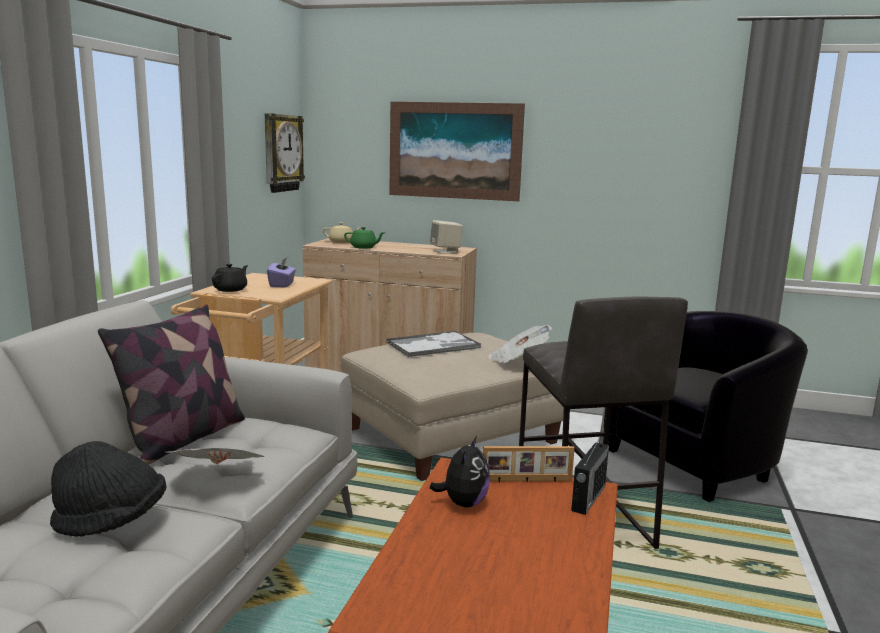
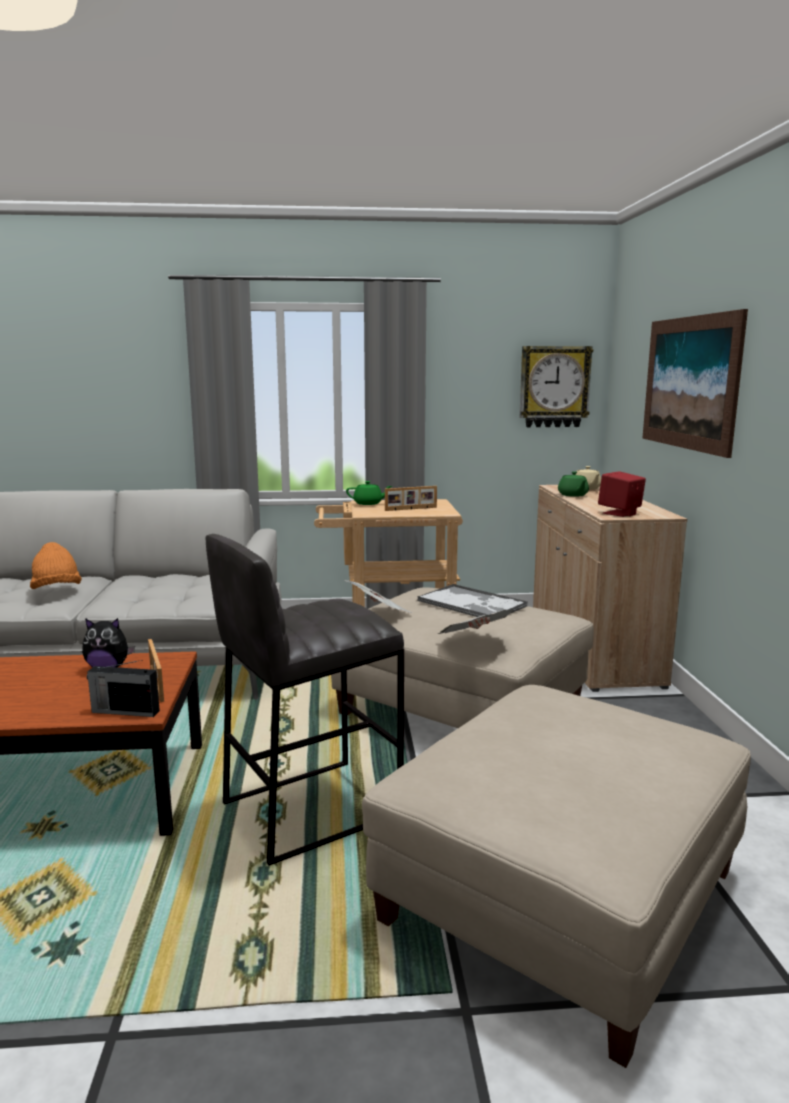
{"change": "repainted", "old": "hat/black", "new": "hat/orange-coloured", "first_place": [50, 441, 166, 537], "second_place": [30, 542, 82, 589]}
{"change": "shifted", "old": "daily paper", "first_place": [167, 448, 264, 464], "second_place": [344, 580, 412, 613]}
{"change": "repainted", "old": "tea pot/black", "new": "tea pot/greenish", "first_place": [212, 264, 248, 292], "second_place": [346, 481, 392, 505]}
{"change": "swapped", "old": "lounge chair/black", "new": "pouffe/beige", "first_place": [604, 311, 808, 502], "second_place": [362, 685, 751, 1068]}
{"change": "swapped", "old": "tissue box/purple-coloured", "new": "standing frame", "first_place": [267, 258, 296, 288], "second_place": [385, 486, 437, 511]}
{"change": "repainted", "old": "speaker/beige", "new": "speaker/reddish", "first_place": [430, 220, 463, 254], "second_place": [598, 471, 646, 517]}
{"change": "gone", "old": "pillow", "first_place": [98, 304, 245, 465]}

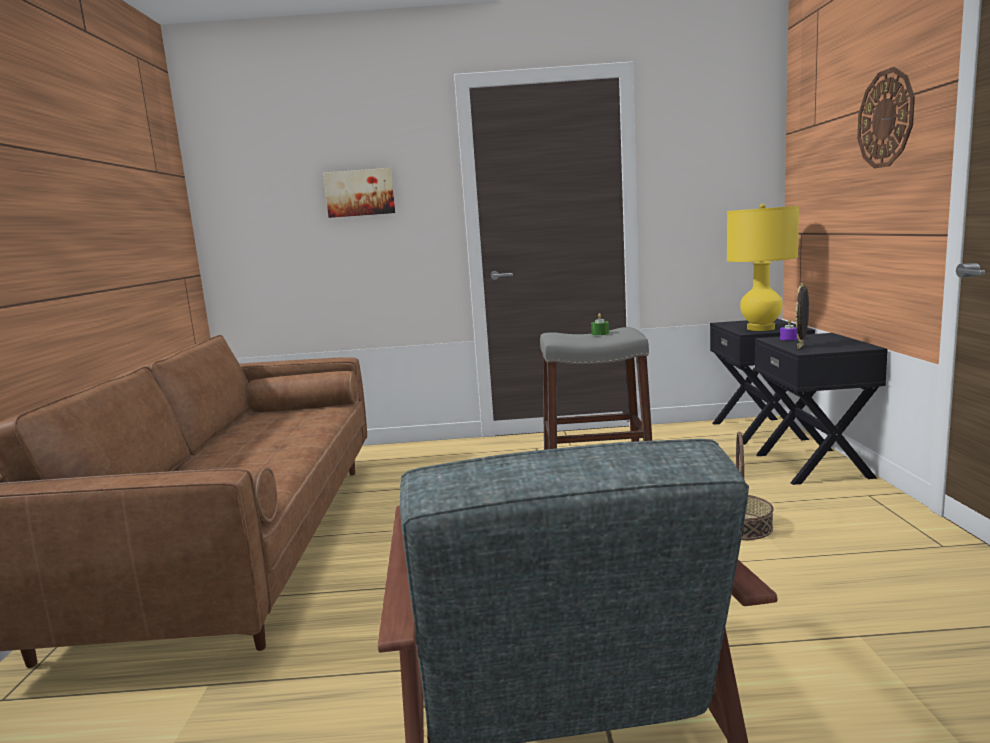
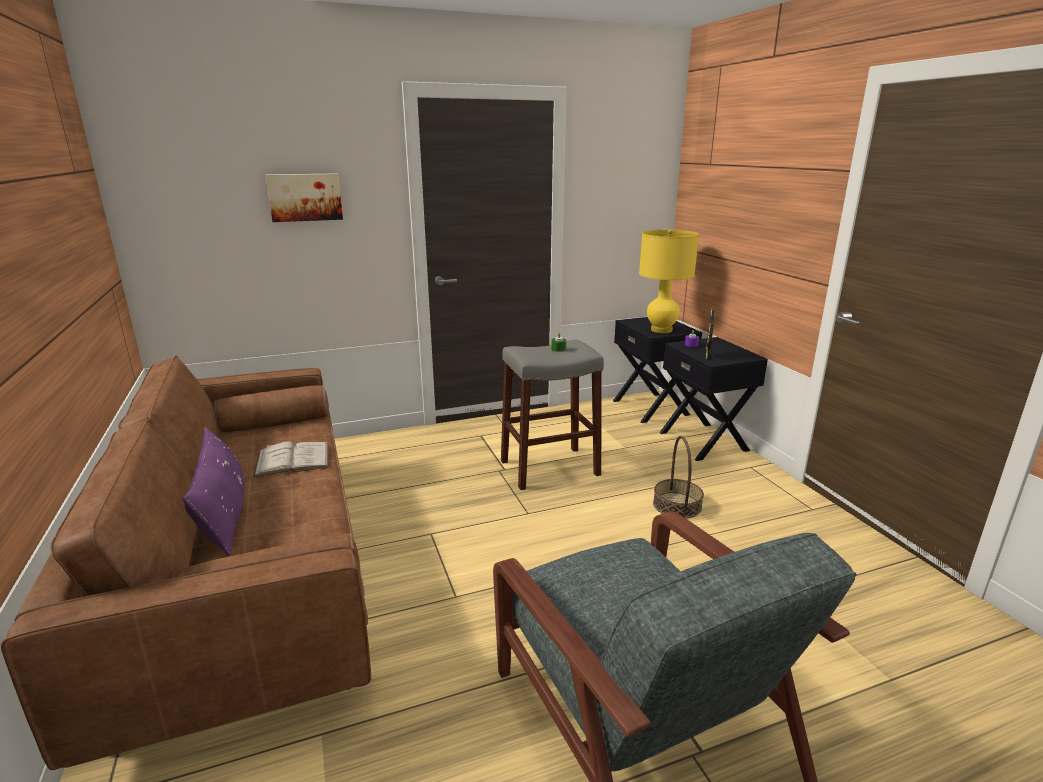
{"change": "new", "new": "pillow/purple-coloured", "second_place": [182, 427, 245, 556]}
{"change": "new", "new": "volume/white", "second_place": [253, 442, 329, 477]}
{"change": "gone", "old": "clock on the wall", "first_place": [857, 67, 915, 168]}

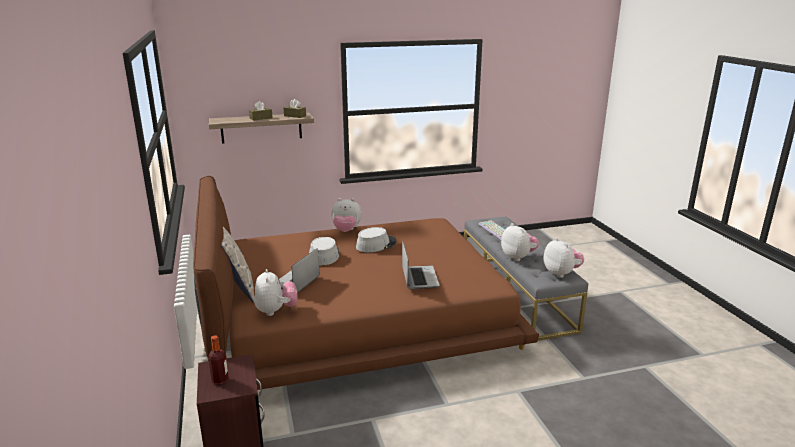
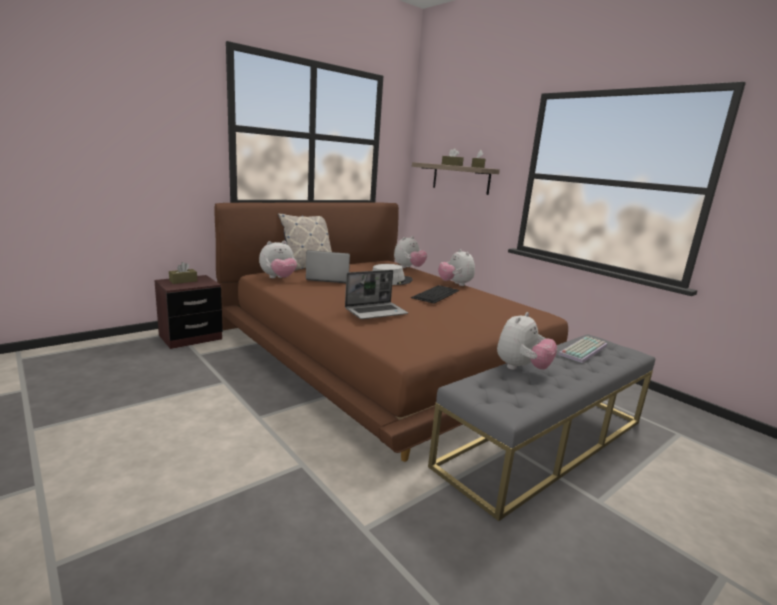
{"change": "swapped", "old": "bottle", "new": "tissue box/brown-coloured", "first_place": [208, 335, 229, 384], "second_place": [169, 262, 197, 284]}
{"change": "shifted", "old": "cuddly toy", "first_place": [543, 237, 584, 278], "second_place": [394, 236, 427, 268]}
{"change": "swapped", "old": "hat/gray", "new": "computer keyboard", "first_place": [356, 227, 396, 252], "second_place": [411, 285, 460, 304]}

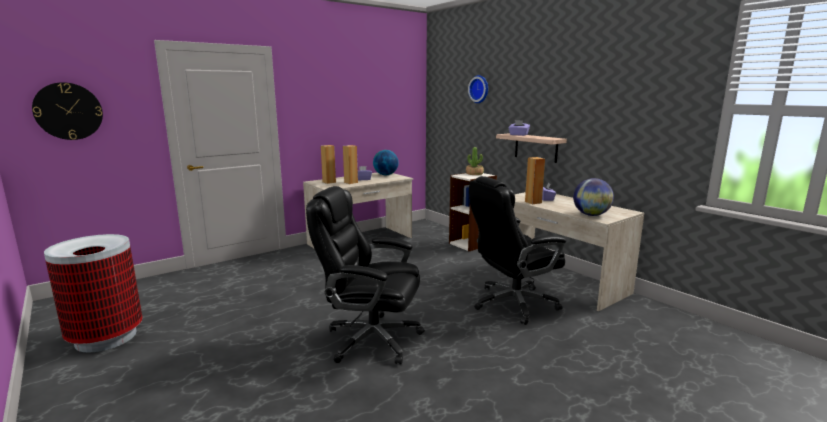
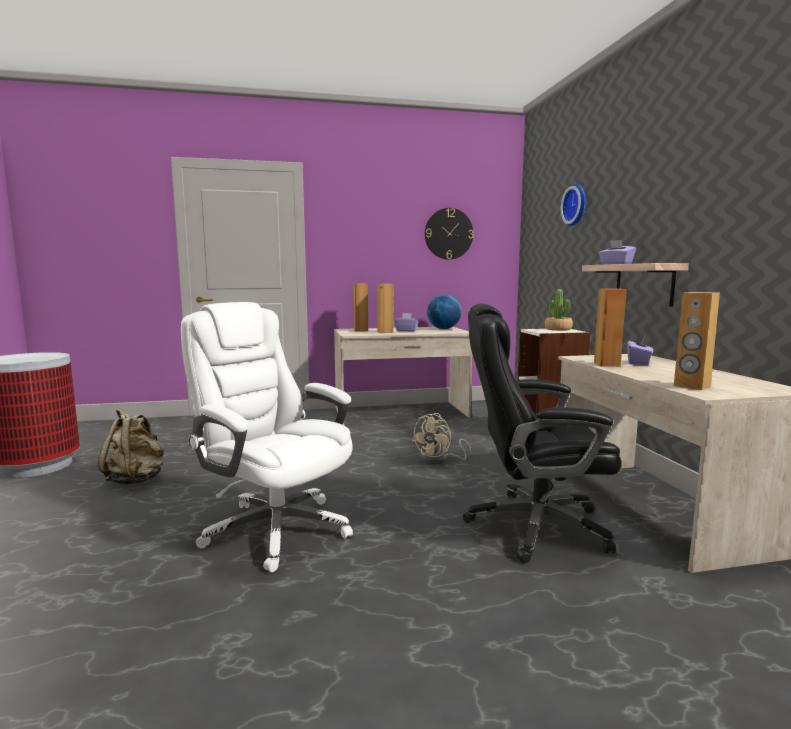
{"change": "new", "new": "knapsack/beige", "second_place": [98, 409, 164, 485]}
{"change": "repainted", "old": "desk chair/black", "new": "desk chair/white", "first_place": [306, 186, 425, 365], "second_place": [181, 302, 353, 573]}
{"change": "new", "new": "fan/beige", "second_place": [412, 413, 472, 464]}
{"change": "shifted", "old": "clock on the wall", "first_place": [32, 82, 103, 140], "second_place": [425, 208, 473, 260]}
{"change": "swapped", "old": "globe", "new": "speaker/brown-coloured", "first_place": [573, 178, 614, 216], "second_place": [674, 292, 720, 390]}

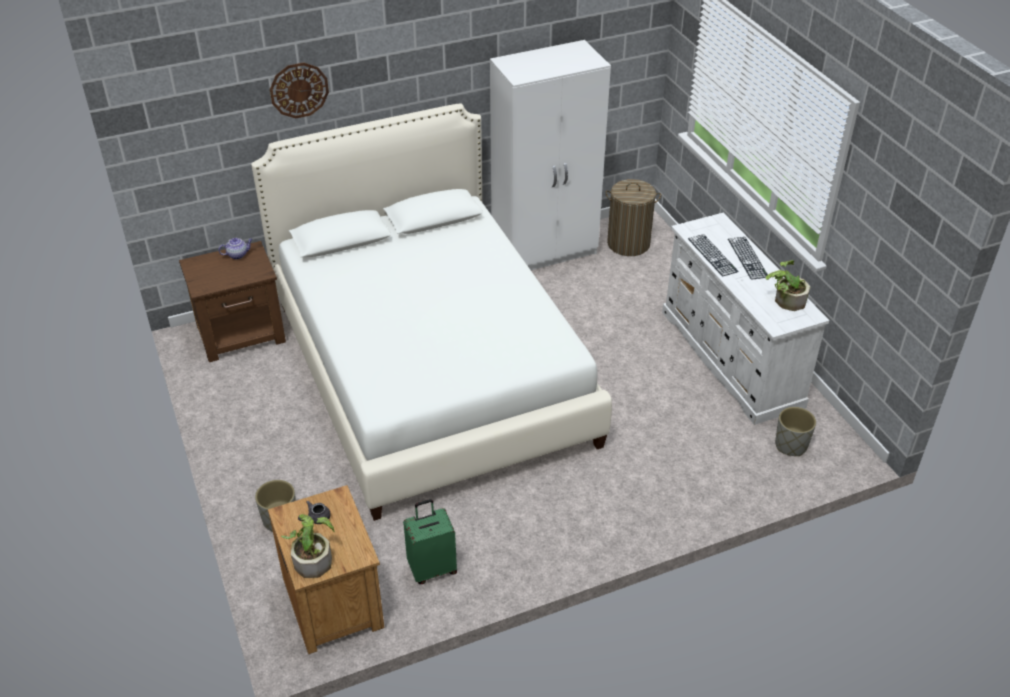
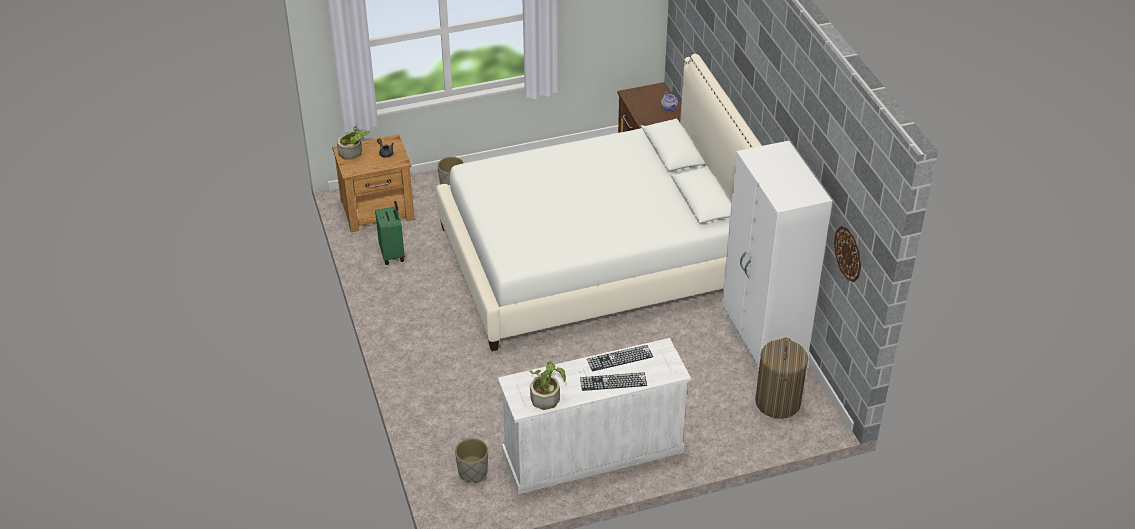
{"change": "shifted", "old": "clock on the wall", "first_place": [270, 62, 329, 118], "second_place": [834, 226, 861, 282]}

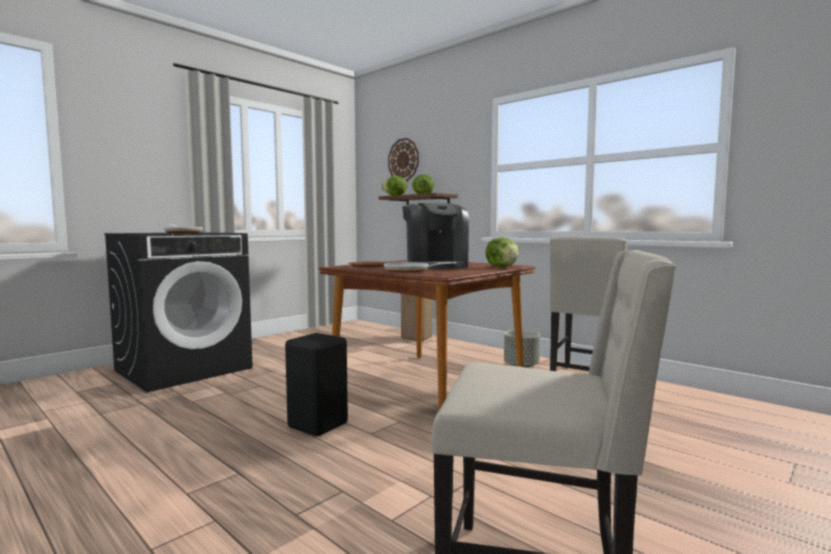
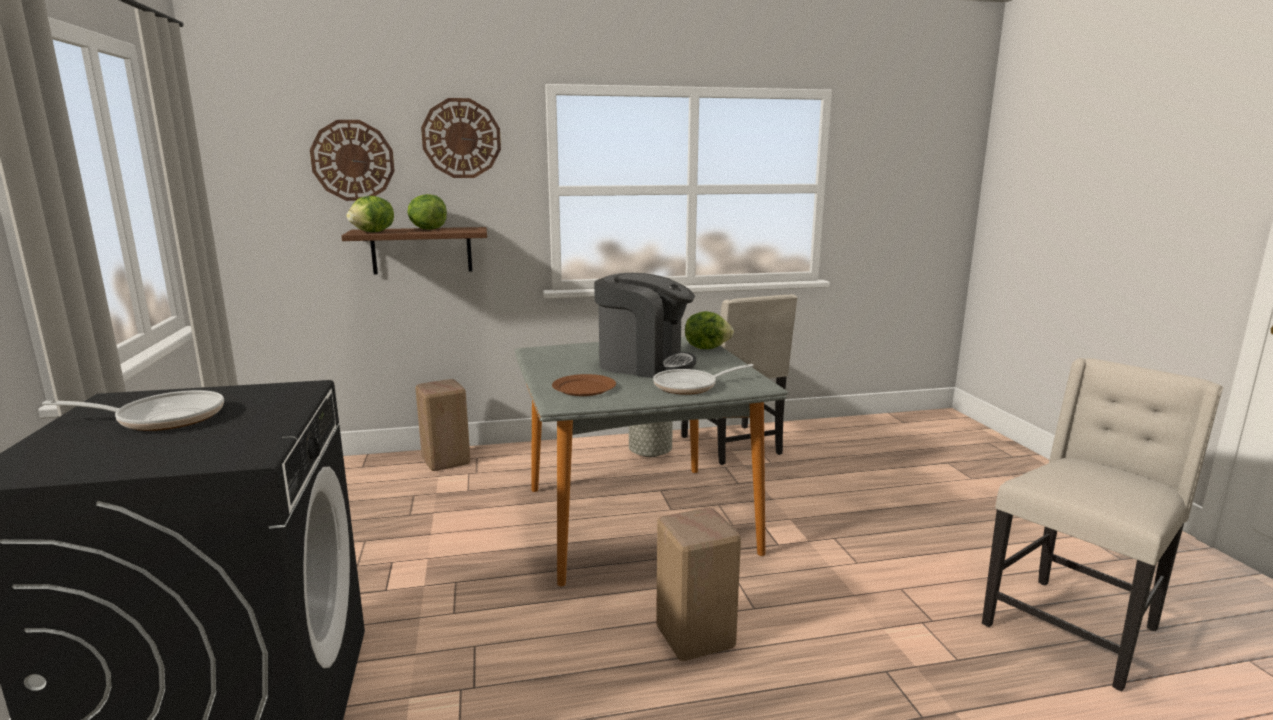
{"change": "new", "new": "clock on the wall", "second_place": [421, 98, 501, 178]}
{"change": "repainted", "old": "kitchen table/brown-coloured", "new": "kitchen table/gray", "first_place": [319, 260, 535, 410], "second_place": [515, 337, 788, 586]}
{"change": "repainted", "old": "stool seat/black", "new": "stool seat/beige", "first_place": [285, 333, 348, 436], "second_place": [656, 508, 741, 661]}

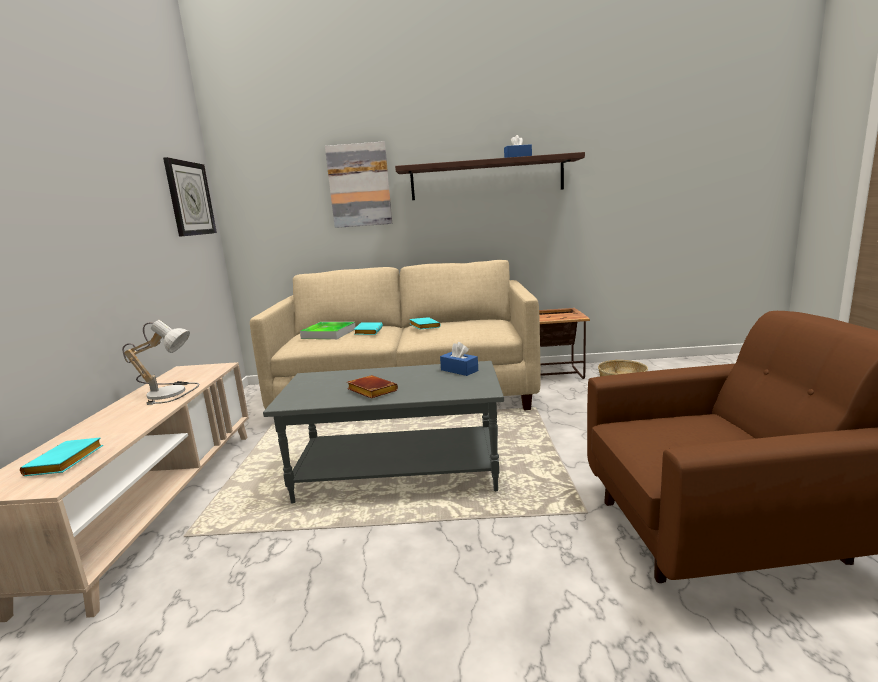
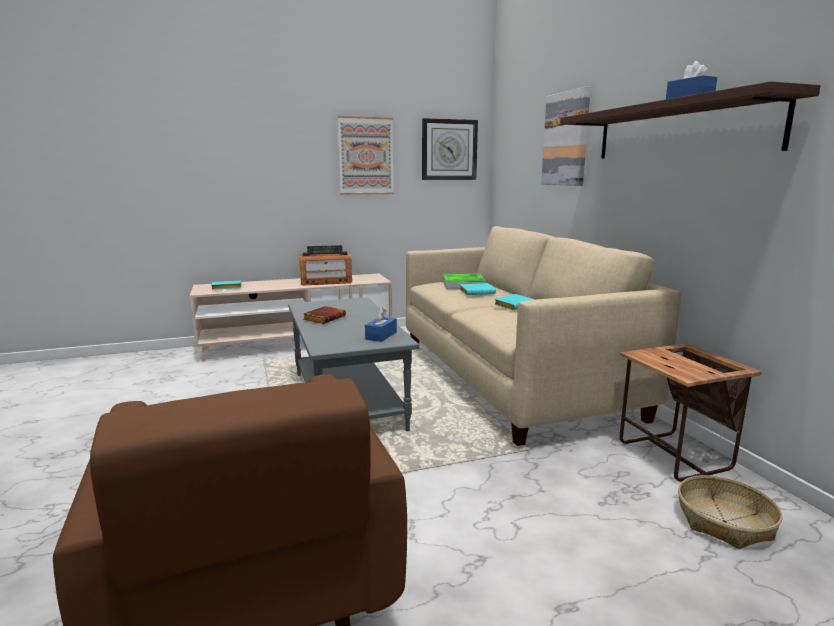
{"change": "swapped", "old": "table lamp", "new": "radio", "first_place": [122, 320, 200, 405], "second_place": [299, 245, 352, 286]}
{"change": "new", "new": "picture", "second_place": [337, 116, 394, 195]}

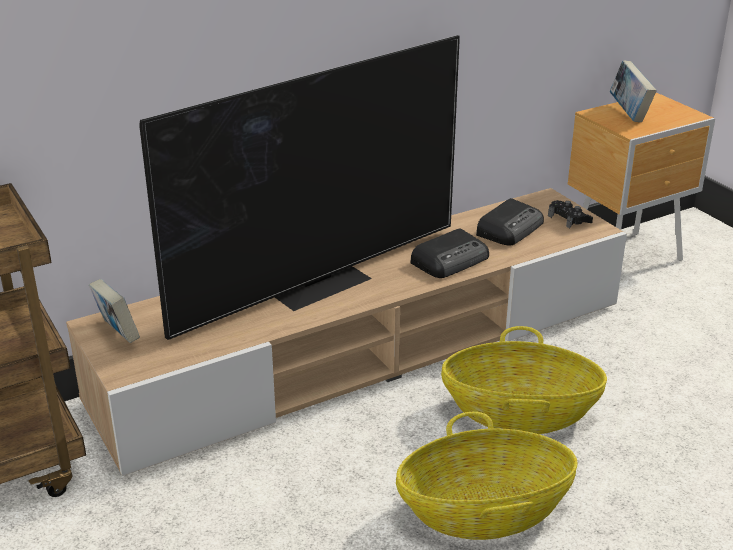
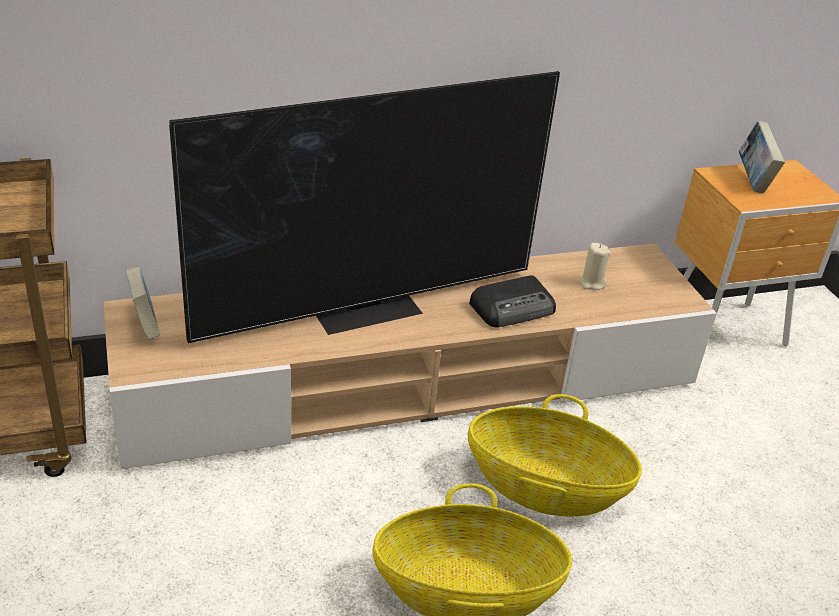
{"change": "swapped", "old": "radio", "new": "candle/beige", "first_place": [476, 198, 544, 246], "second_place": [578, 243, 611, 290]}
{"change": "gone", "old": "joypad/black", "first_place": [548, 200, 593, 228]}

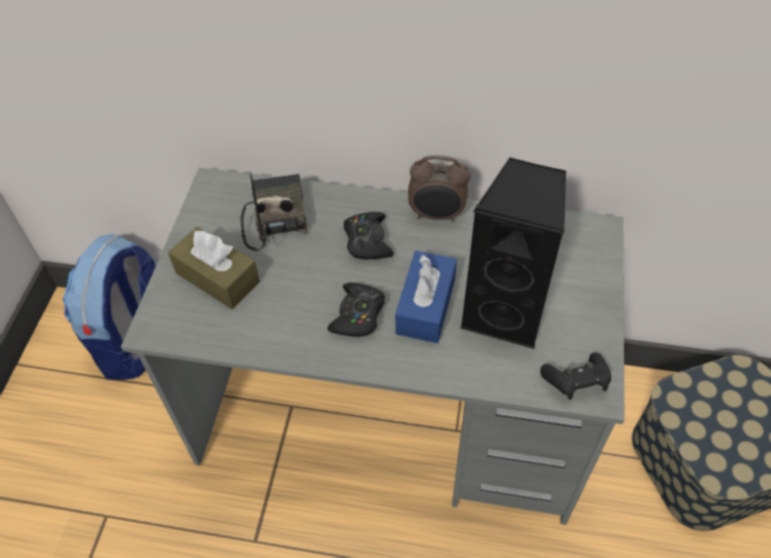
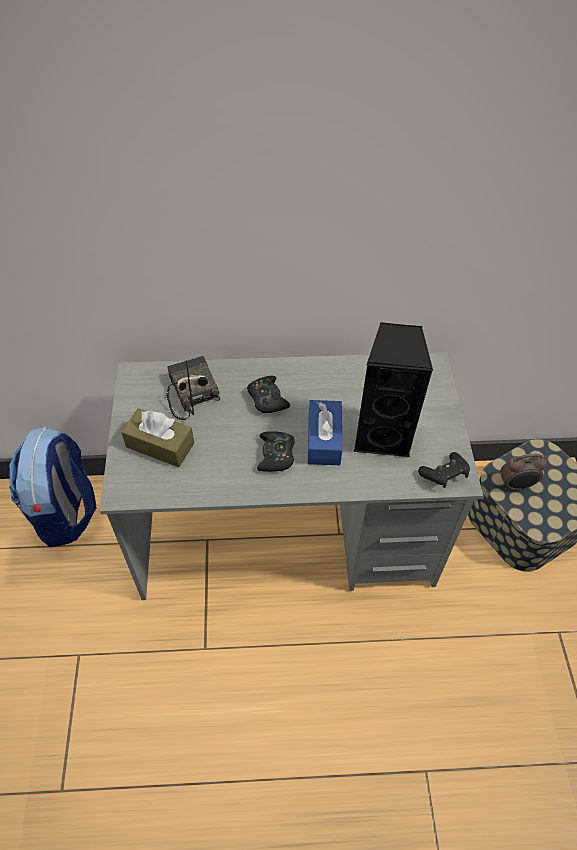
{"change": "shifted", "old": "alarm clock", "first_place": [408, 155, 470, 222], "second_place": [500, 454, 547, 491]}

